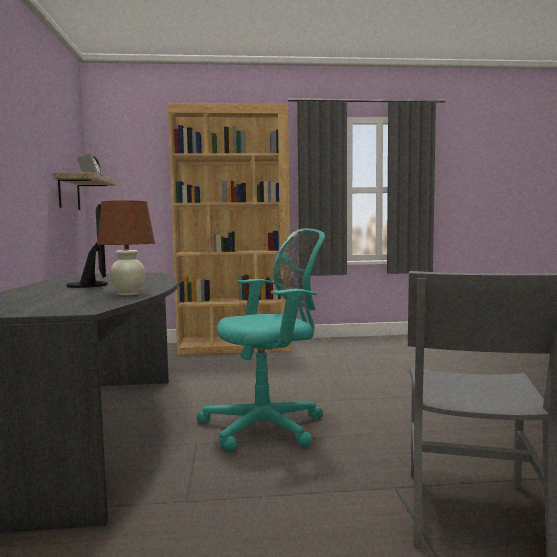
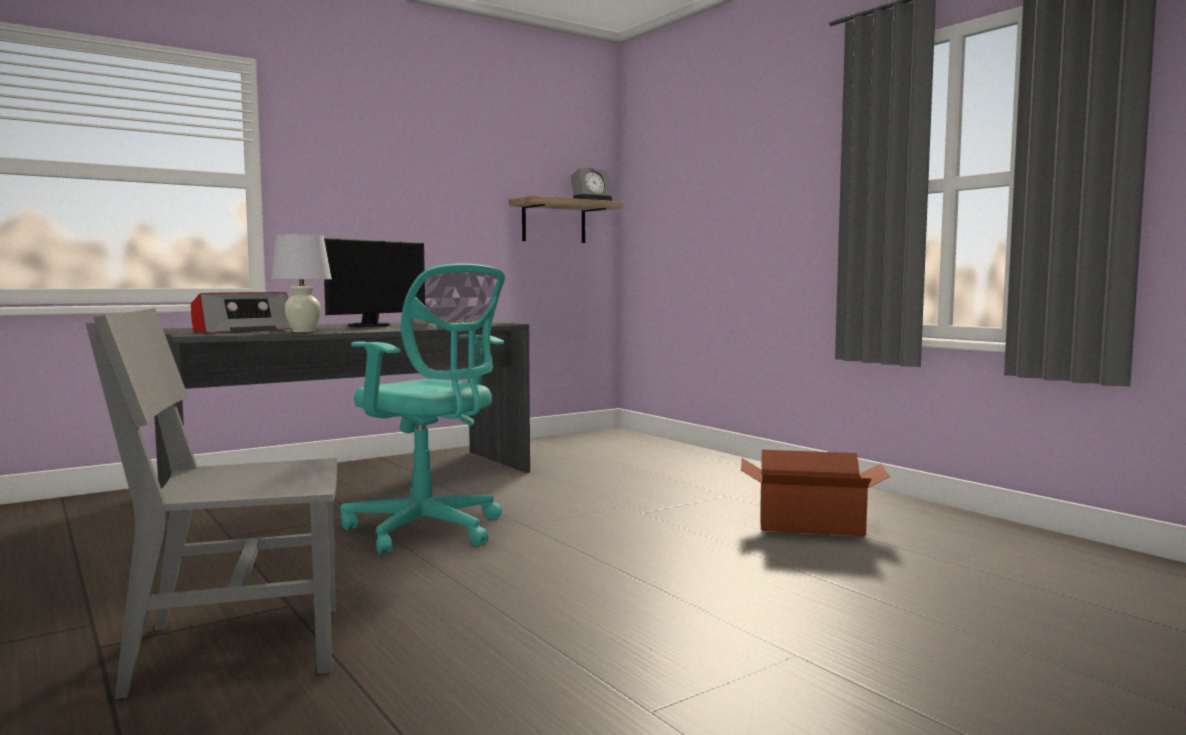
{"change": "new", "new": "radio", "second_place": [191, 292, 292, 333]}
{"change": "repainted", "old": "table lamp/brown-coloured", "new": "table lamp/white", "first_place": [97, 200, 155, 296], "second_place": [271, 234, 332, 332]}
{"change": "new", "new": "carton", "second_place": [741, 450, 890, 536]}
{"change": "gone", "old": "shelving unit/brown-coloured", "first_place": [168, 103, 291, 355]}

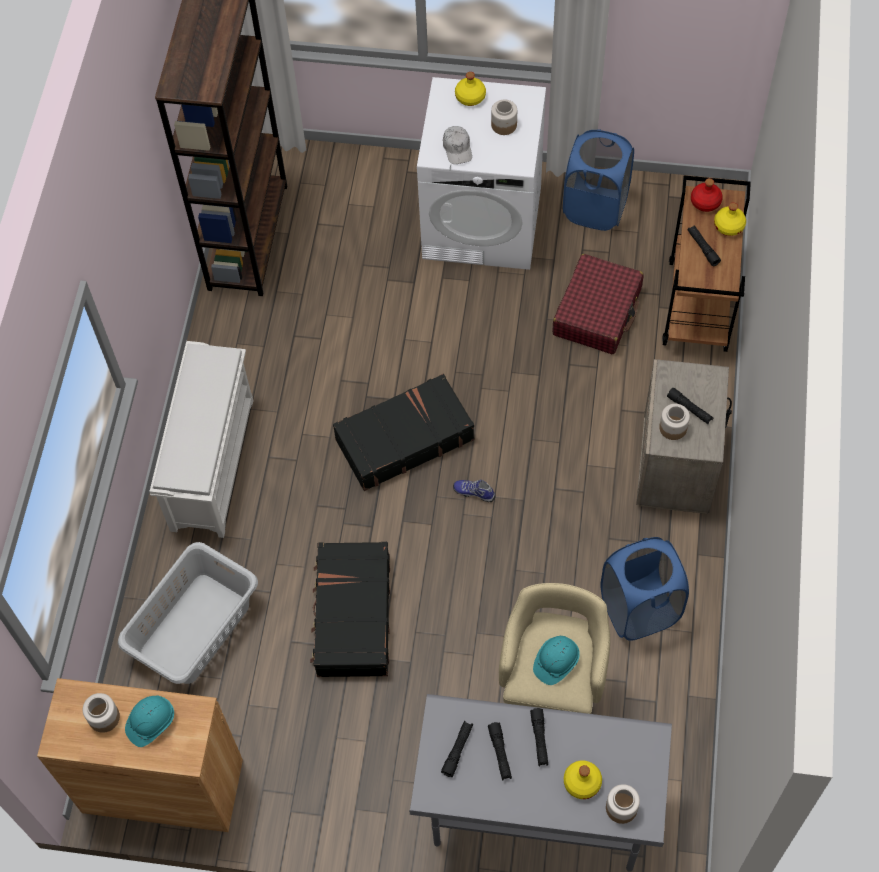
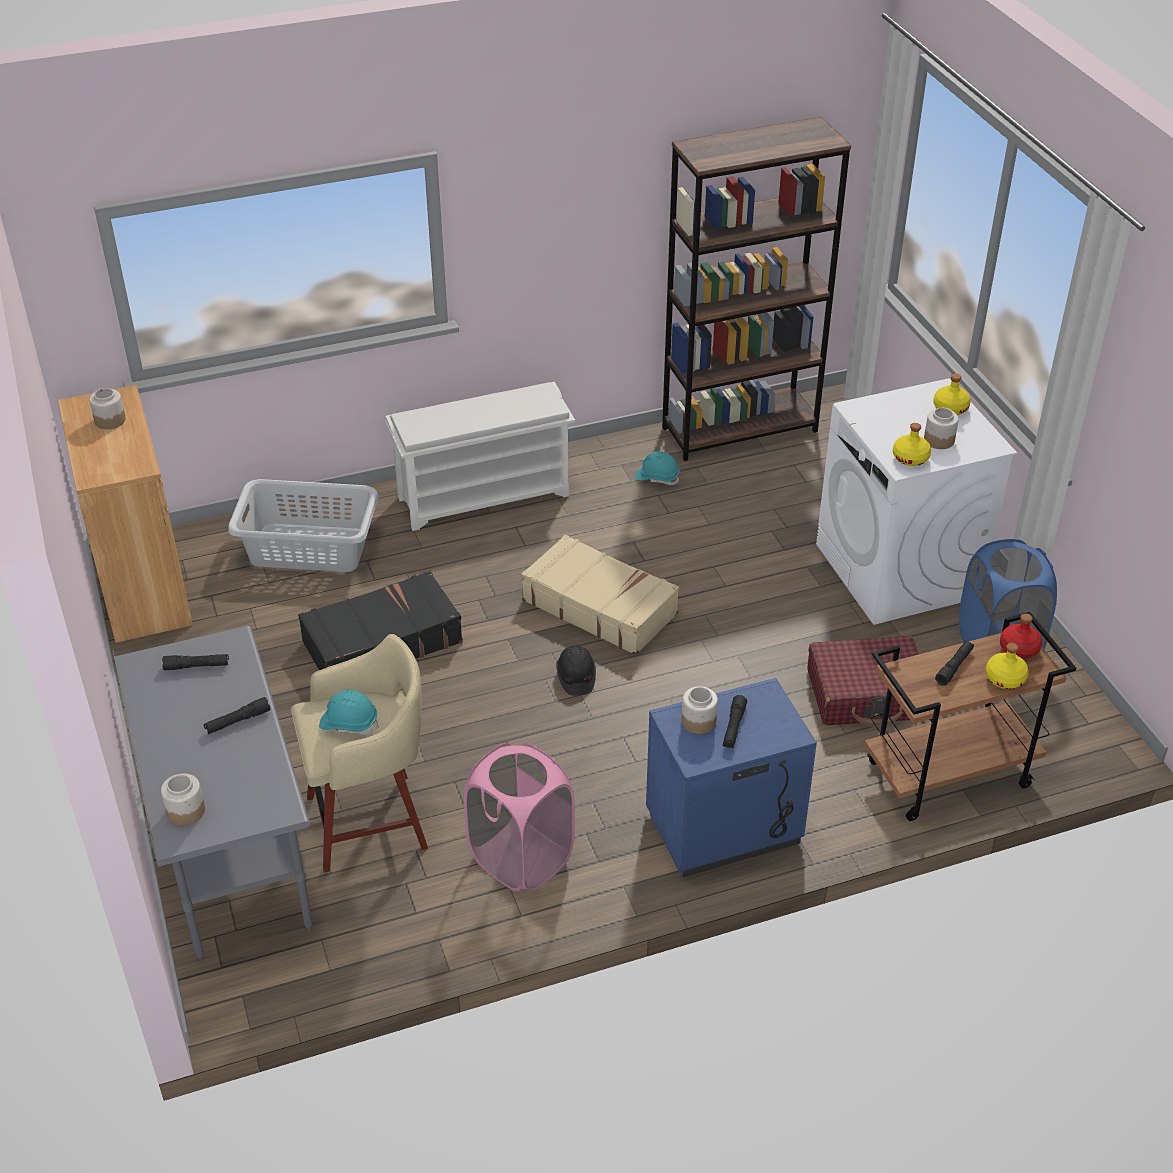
{"change": "repainted", "old": "hamper/blue-coloured", "new": "hamper/pinkish", "first_place": [601, 537, 689, 641], "second_place": [464, 743, 575, 891]}
{"change": "repainted", "old": "suitcase/black", "new": "suitcase/beige", "first_place": [333, 374, 475, 491], "second_place": [521, 535, 679, 655]}
{"change": "swapped", "old": "shoe", "new": "work helmet/black", "first_place": [453, 480, 495, 502], "second_place": [556, 646, 596, 696]}
{"change": "shifted", "old": "work helmet/turquoise-coloured", "first_place": [125, 695, 174, 747], "second_place": [635, 451, 680, 485]}
{"change": "repainted", "old": "bedside table/beige", "new": "bedside table/blue-coloured", "first_place": [636, 359, 732, 514], "second_place": [646, 678, 817, 878]}
{"change": "shifted", "old": "bottle/yellow", "first_place": [564, 760, 602, 799], "second_place": [893, 423, 931, 466]}
{"change": "gone", "old": "peaked cap/white", "first_place": [443, 126, 472, 164]}
{"change": "gone", "old": "hand torch/black", "first_place": [488, 722, 512, 781]}

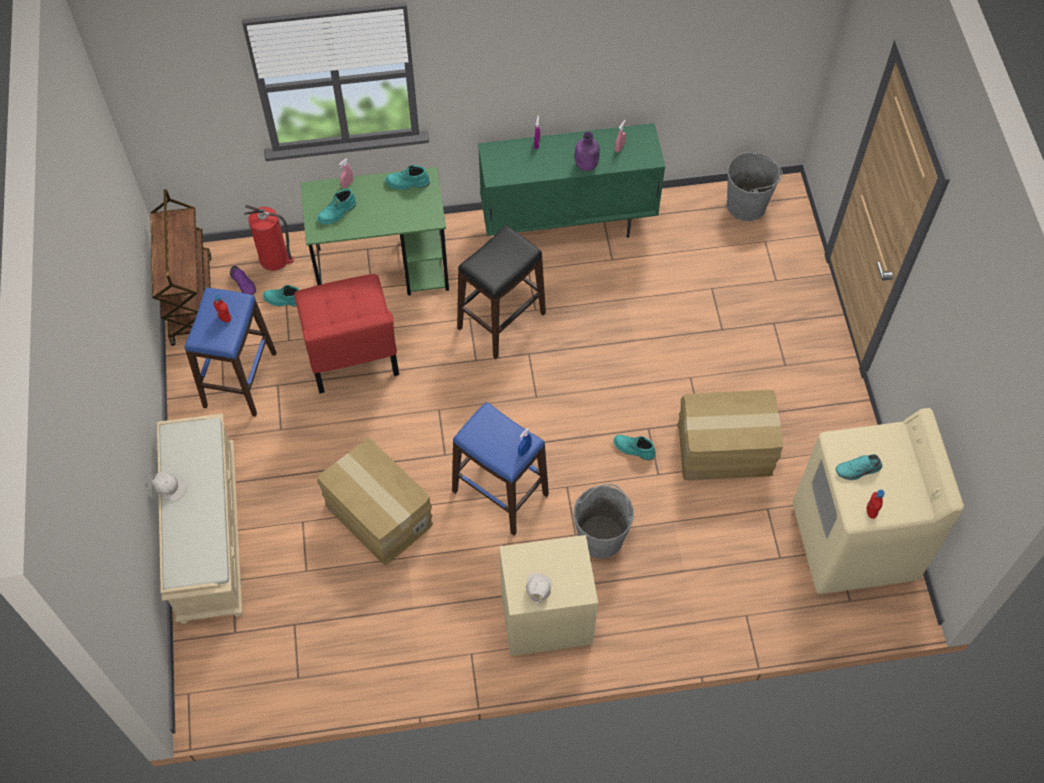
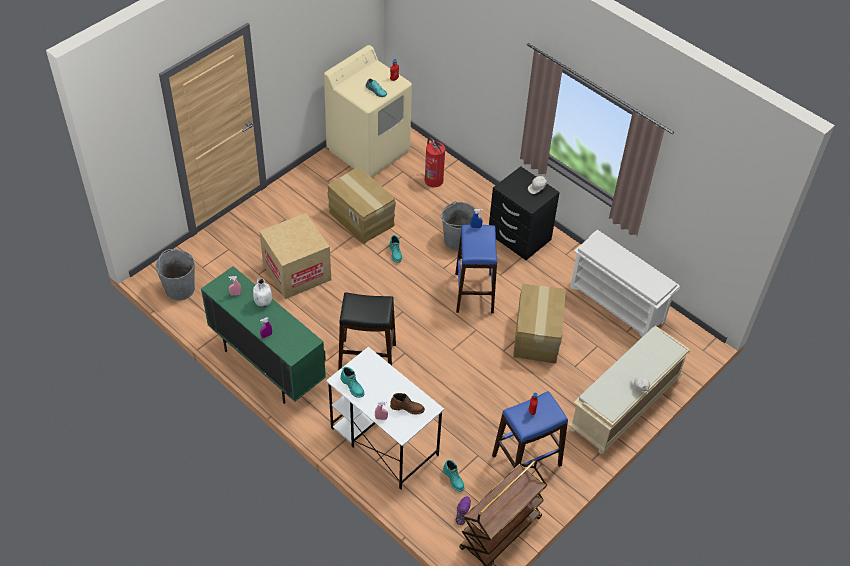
{"change": "repainted", "old": "bottle/purple-coloured", "new": "bottle/white", "first_place": [575, 132, 600, 171], "second_place": [253, 278, 272, 307]}
{"change": "new", "new": "carton", "second_place": [259, 213, 331, 299]}
{"change": "repainted", "old": "desk unit/greenish", "new": "desk unit/white", "first_place": [301, 167, 449, 295], "second_place": [326, 347, 445, 489]}
{"change": "repainted", "old": "high-top boot/turquoise-coloured", "new": "high-top boot/brown-coloured", "first_place": [317, 189, 356, 224], "second_place": [390, 393, 425, 415]}
{"change": "shifted", "old": "fire-fighting cylinder", "first_place": [244, 205, 294, 271], "second_place": [424, 137, 445, 187]}
{"change": "repainted", "old": "bedside table/beige", "new": "bedside table/black", "first_place": [499, 535, 598, 656], "second_place": [489, 166, 560, 260]}
{"change": "new", "new": "shoe shelf/white", "second_place": [570, 230, 680, 337]}
{"change": "gone", "old": "chair/reddish", "first_place": [294, 274, 399, 394]}

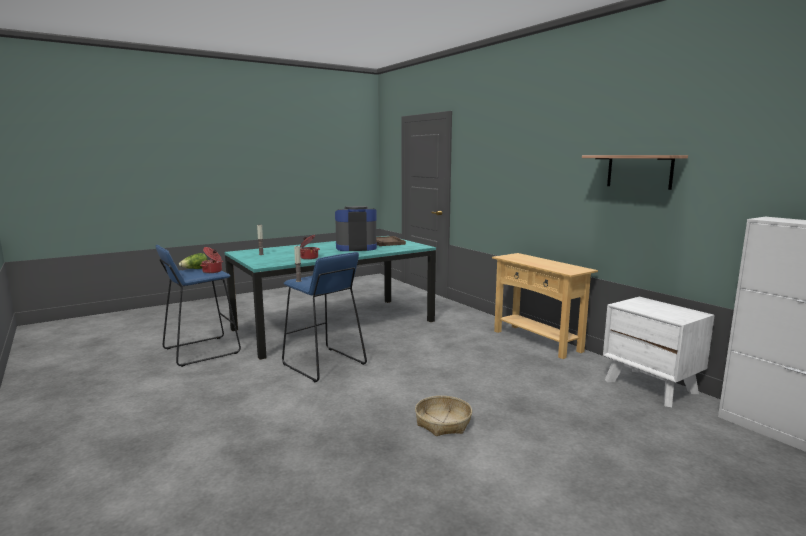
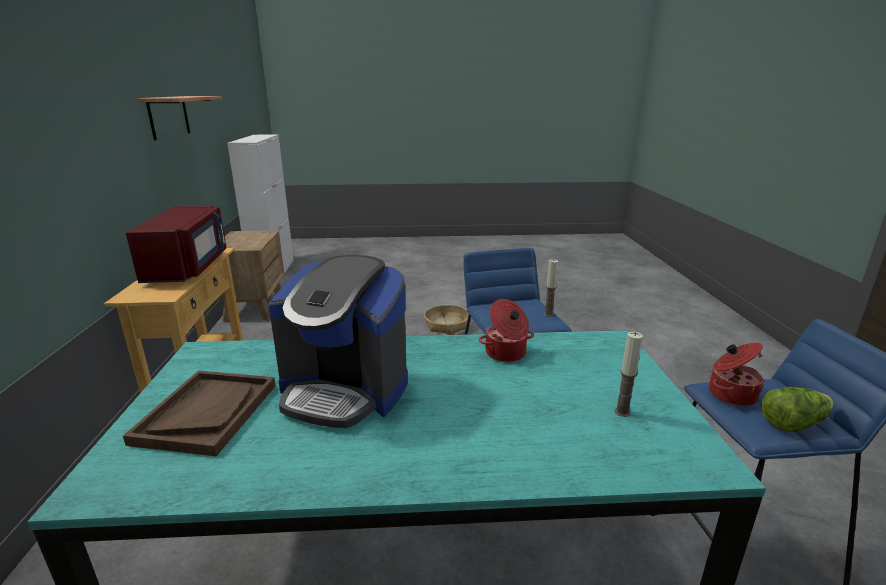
{"change": "new", "new": "microwave oven/reddish", "second_place": [126, 206, 227, 283]}
{"change": "repainted", "old": "bedside table/white", "new": "bedside table/brown-coloured", "first_place": [603, 297, 715, 407], "second_place": [216, 230, 284, 322]}

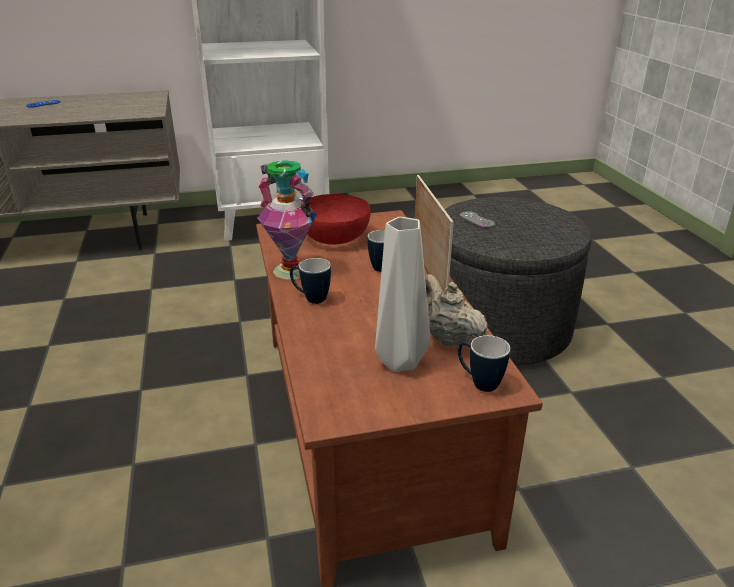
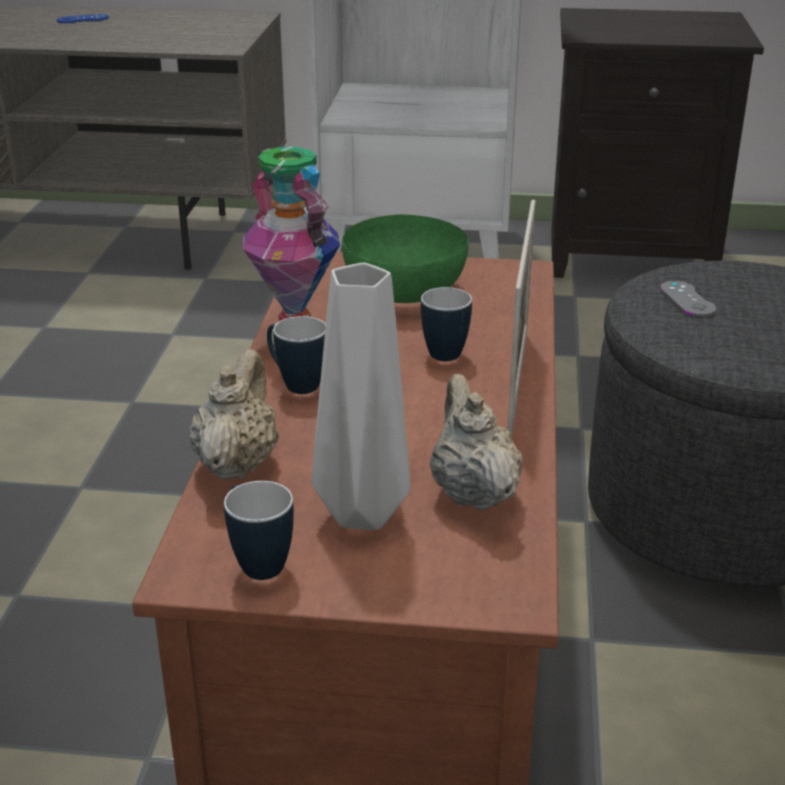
{"change": "new", "new": "tea pot/beige", "second_place": [189, 349, 279, 480]}
{"change": "shifted", "old": "coffee mug", "first_place": [458, 335, 510, 392], "second_place": [224, 481, 294, 580]}
{"change": "repainted", "old": "serving bowl/reddish", "new": "serving bowl/greenish", "first_place": [307, 194, 371, 245], "second_place": [342, 215, 469, 303]}
{"change": "new", "new": "bedside table/black", "second_place": [551, 8, 764, 278]}

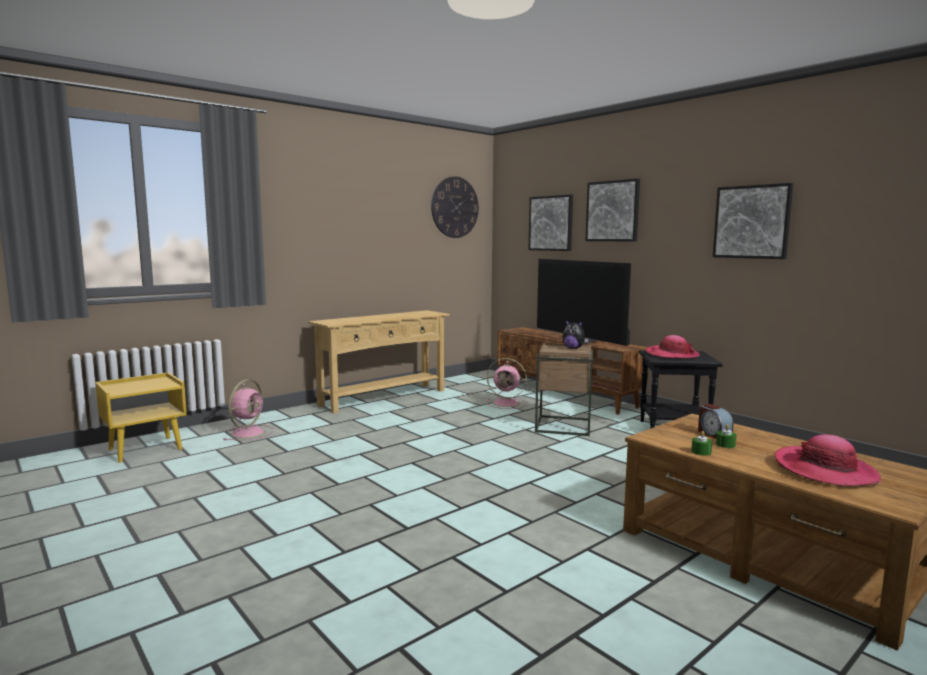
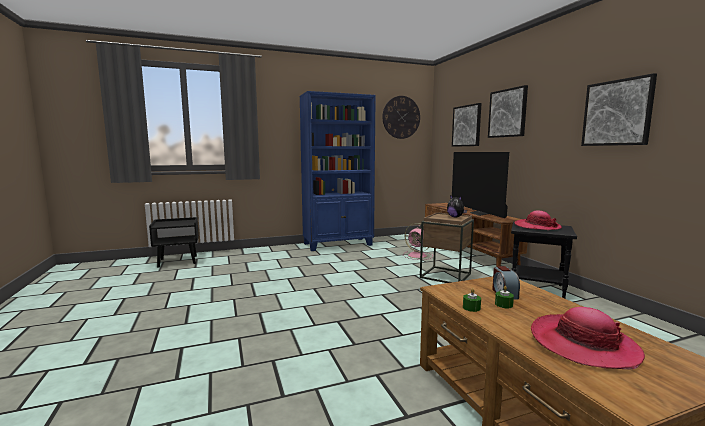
{"change": "repainted", "old": "bedside table/yellow", "new": "bedside table/black", "first_place": [95, 372, 187, 463], "second_place": [149, 217, 199, 267]}
{"change": "swapped", "old": "hall table/beige", "new": "shelving unit/blue-coloured", "first_place": [308, 310, 450, 413], "second_place": [299, 91, 376, 251]}
{"change": "gone", "old": "fan/pinkish", "first_place": [223, 379, 273, 440]}

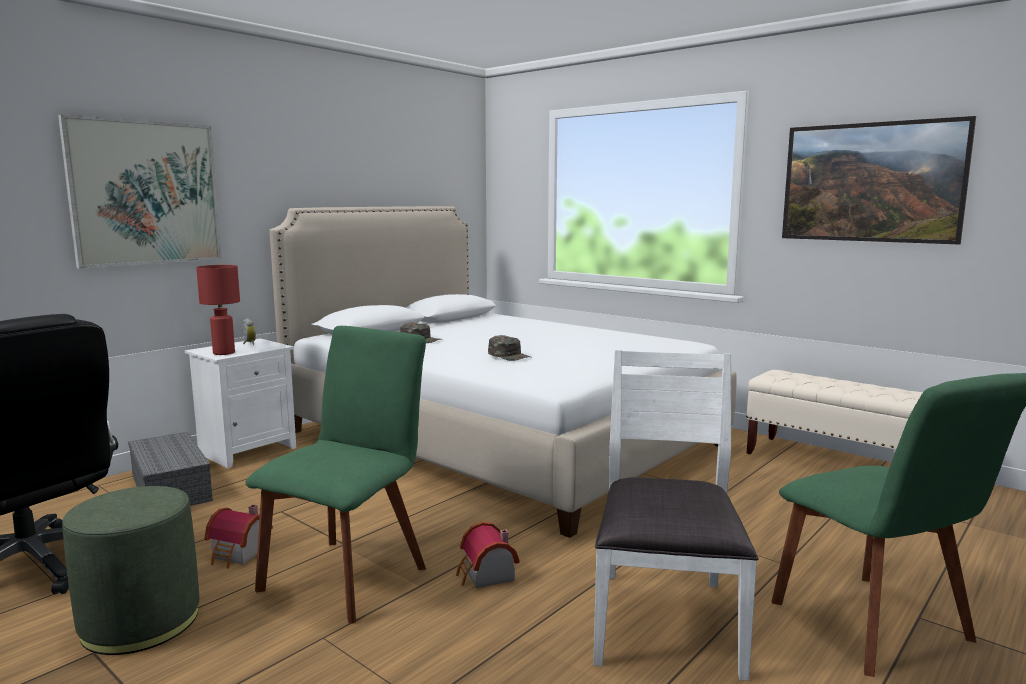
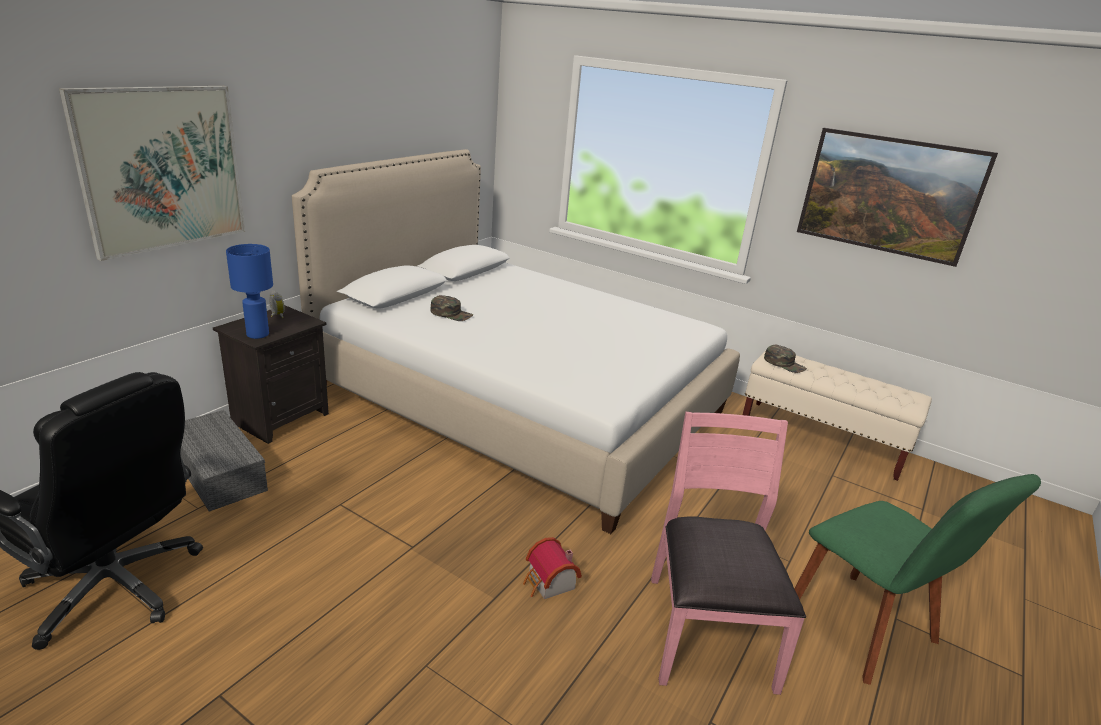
{"change": "repainted", "old": "bedside table/white", "new": "bedside table/black", "first_place": [185, 339, 296, 468], "second_place": [213, 305, 329, 444]}
{"change": "repainted", "old": "table lamp/reddish", "new": "table lamp/blue-coloured", "first_place": [196, 265, 240, 355], "second_place": [226, 244, 273, 339]}
{"change": "repainted", "old": "chair/white", "new": "chair/pinkish", "first_place": [593, 350, 758, 681], "second_place": [651, 412, 806, 695]}
{"change": "shifted", "old": "peaked cap/greenish", "first_place": [488, 335, 531, 361], "second_place": [764, 345, 807, 373]}
{"change": "gone", "old": "pouffe/greenish", "first_place": [62, 486, 200, 655]}
{"change": "gone", "old": "toy house", "first_place": [204, 504, 273, 569]}
{"change": "gone", "old": "chair/greenish", "first_place": [245, 326, 426, 624]}

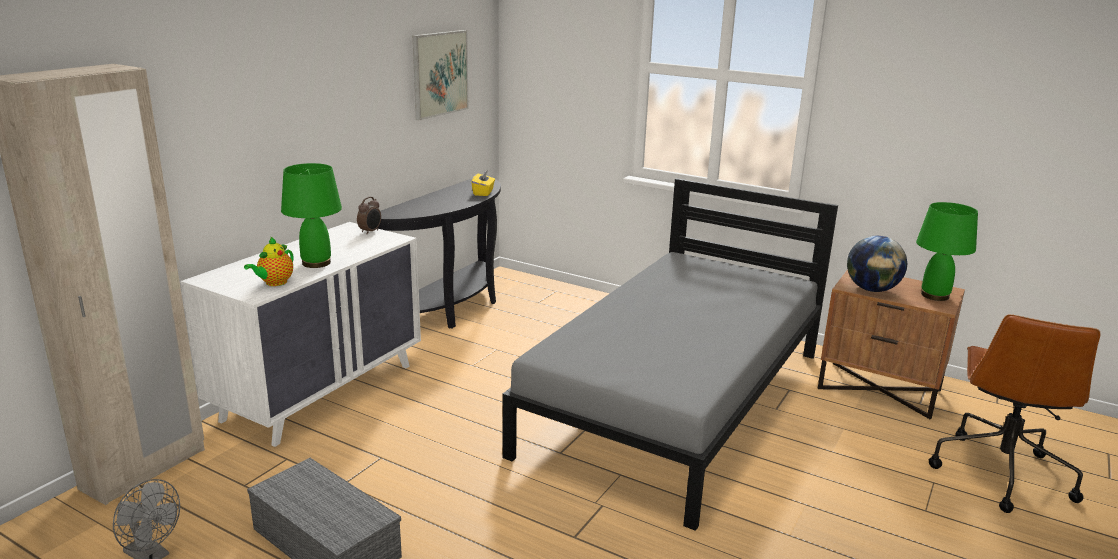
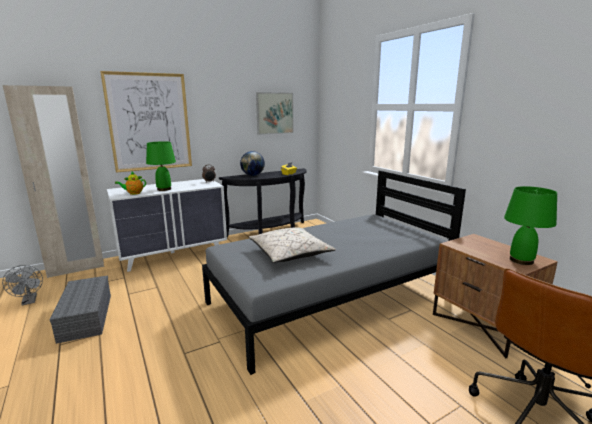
{"change": "new", "new": "picture", "second_place": [100, 71, 192, 173]}
{"change": "shifted", "old": "globe", "first_place": [847, 236, 907, 292], "second_place": [240, 151, 265, 176]}
{"change": "new", "new": "pillow/beige", "second_place": [249, 227, 336, 263]}

